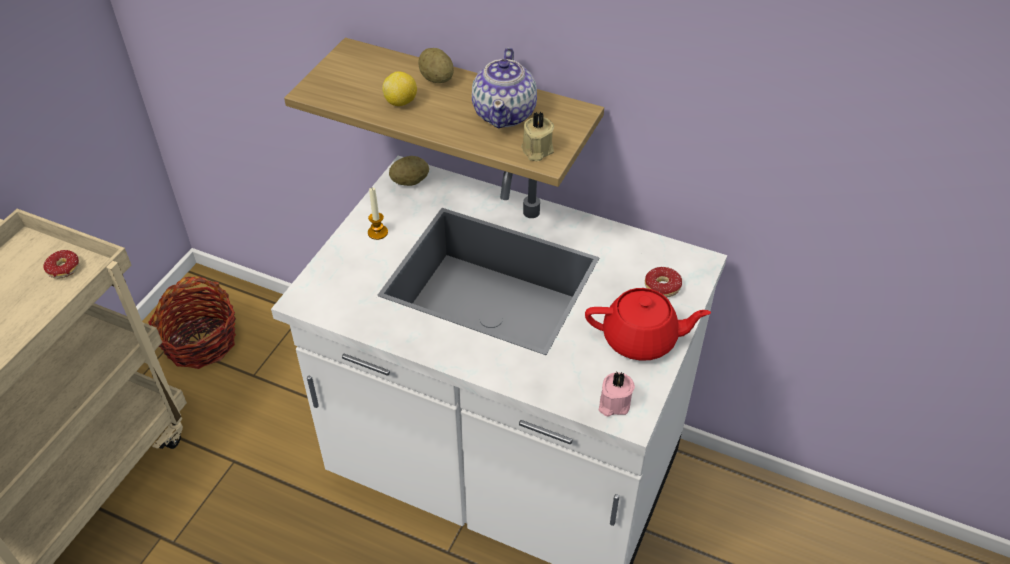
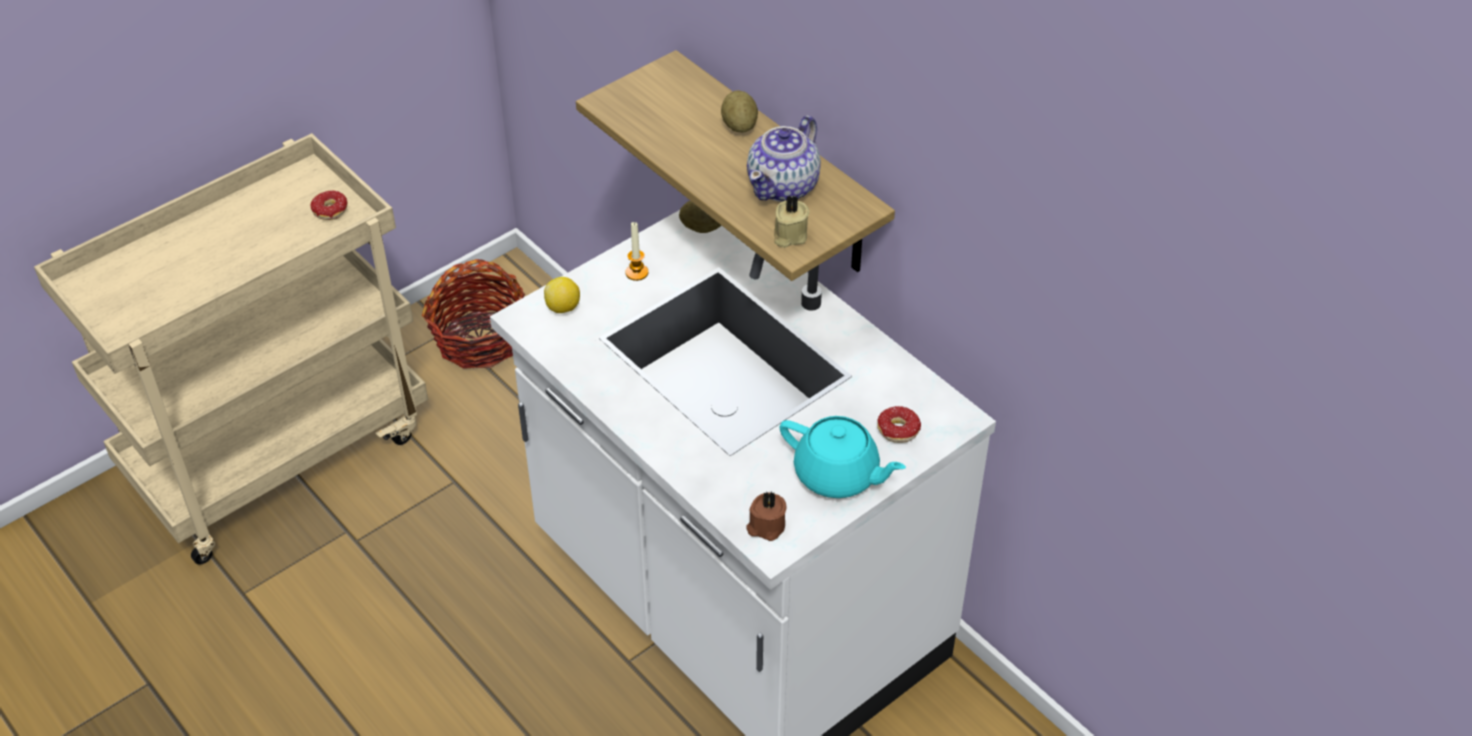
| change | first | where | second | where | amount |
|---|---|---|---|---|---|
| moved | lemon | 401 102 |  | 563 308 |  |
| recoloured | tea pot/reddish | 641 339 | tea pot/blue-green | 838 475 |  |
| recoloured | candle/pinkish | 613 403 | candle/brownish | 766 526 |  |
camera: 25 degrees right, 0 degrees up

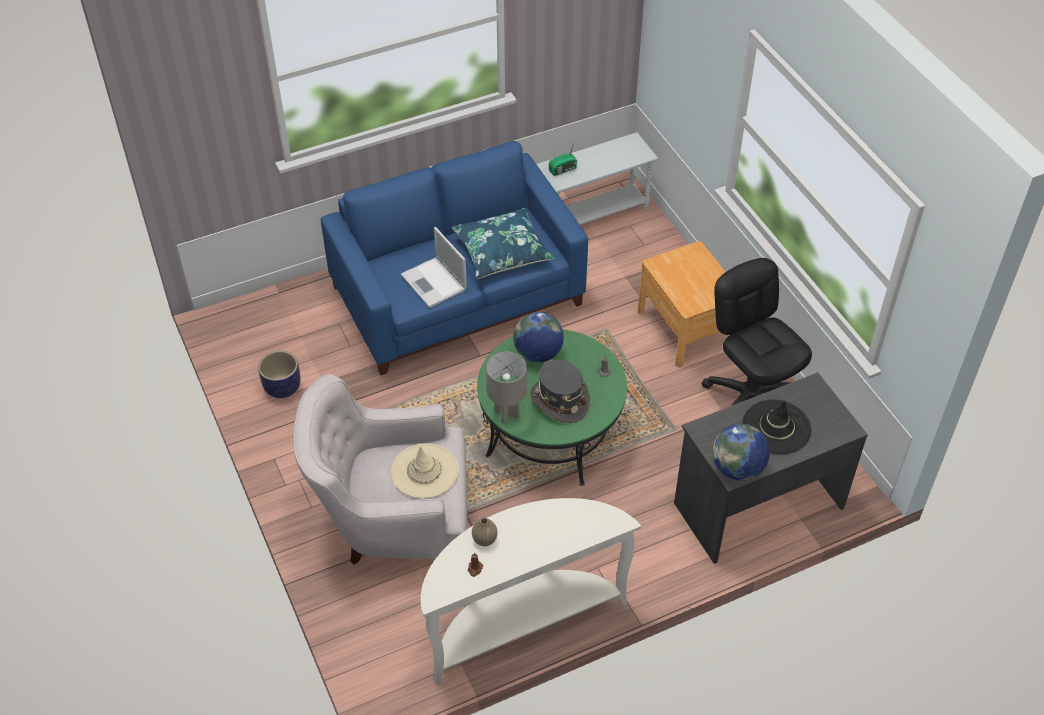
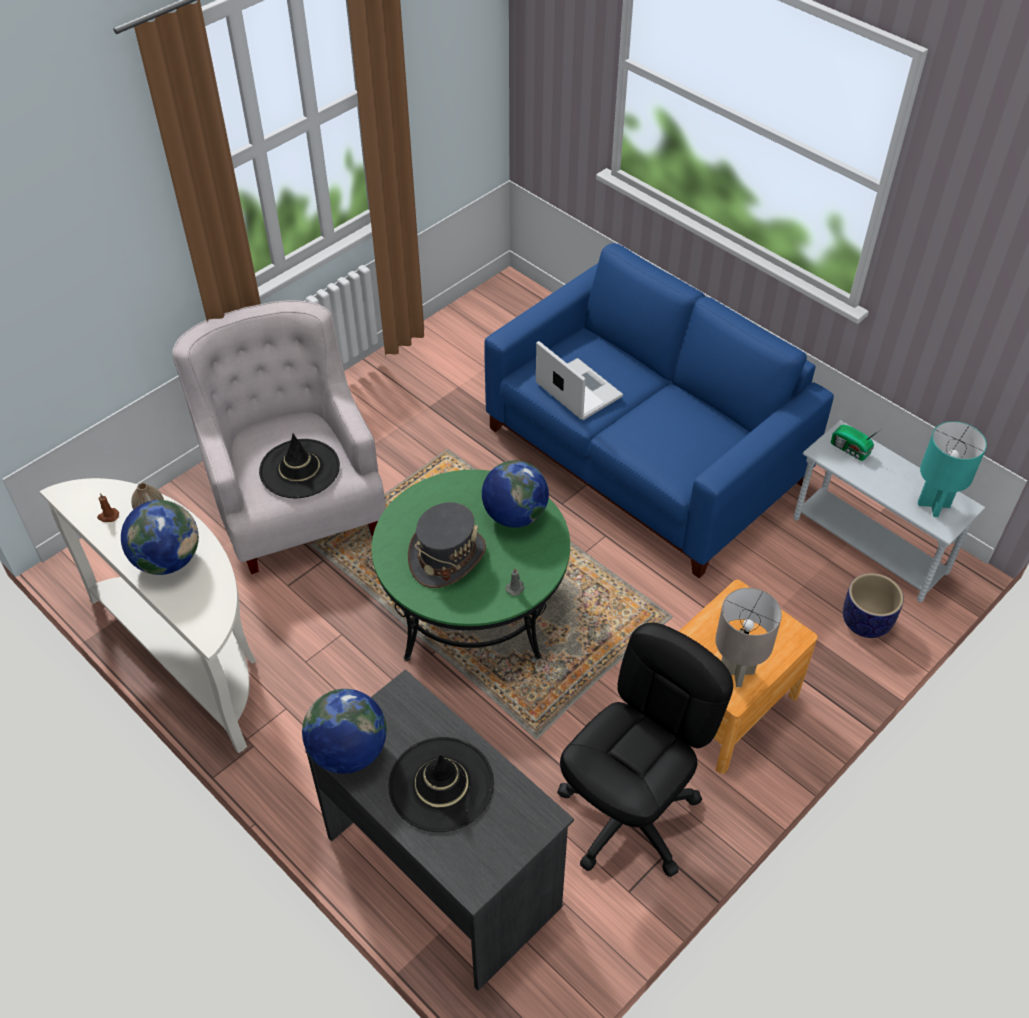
| change | first | where | second | where | amount |
|---|---|---|---|---|---|
| removed | cushion/blue-coloured | 502 251 |  |  |  |
| added |  |  | globe | 167 560 |  |
| added |  |  | lamp for a table/blue-green | 934 504 |  |
| moved | planter | 282 387 |  | 865 622 |  |
| moved | lamp for a table/grey | 506 414 |  | 737 671 |  |
| recoloured | hat/beige-coloured | 424 471 | hat/black | 299 469 |  |
| turned | portable computer | 434 283 |  | 577 389 | 105 degrees clockwise |
camera: 70 degrees right, 0 degrees up

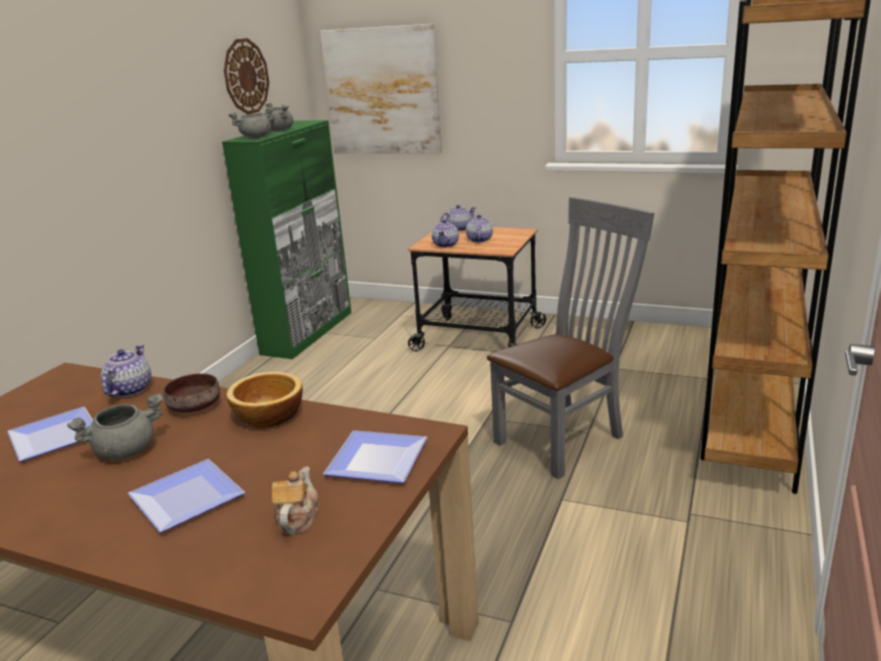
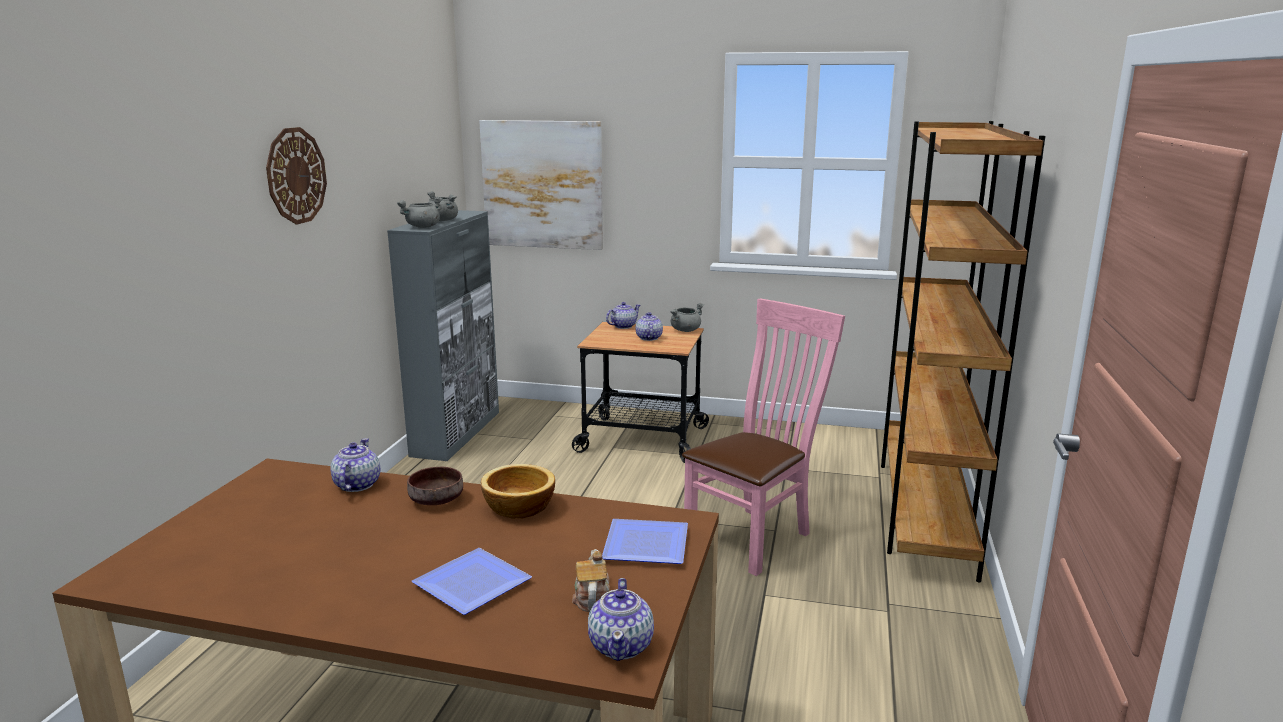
| change | first | where | second | where | amount |
|---|---|---|---|---|---|
| removed | plate | 53 439 |  |  |  |
| moved | saucepot/grey | 126 450 |  | 685 330 |  |
| moved | clock on the wall | 246 76 |  | 296 176 |  |
| moved | tea pot | 446 245 |  | 621 645 |  |
| recoloured | cupboard/green-coloured | 308 332 | cupboard/grey | 457 433 |  |
| recoloured | upright chair/grey | 566 438 | upright chair/pinkish | 754 536 |  |
camera: 10 degrees left, 5 degrees down

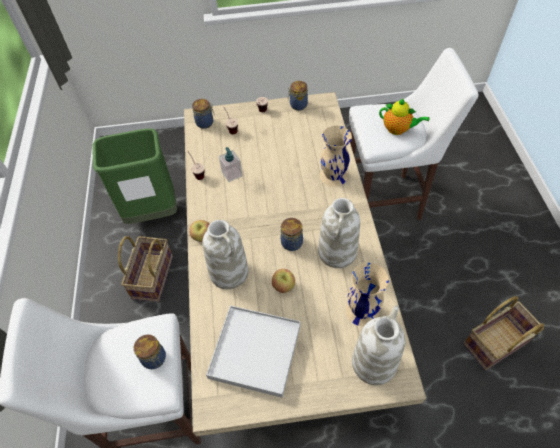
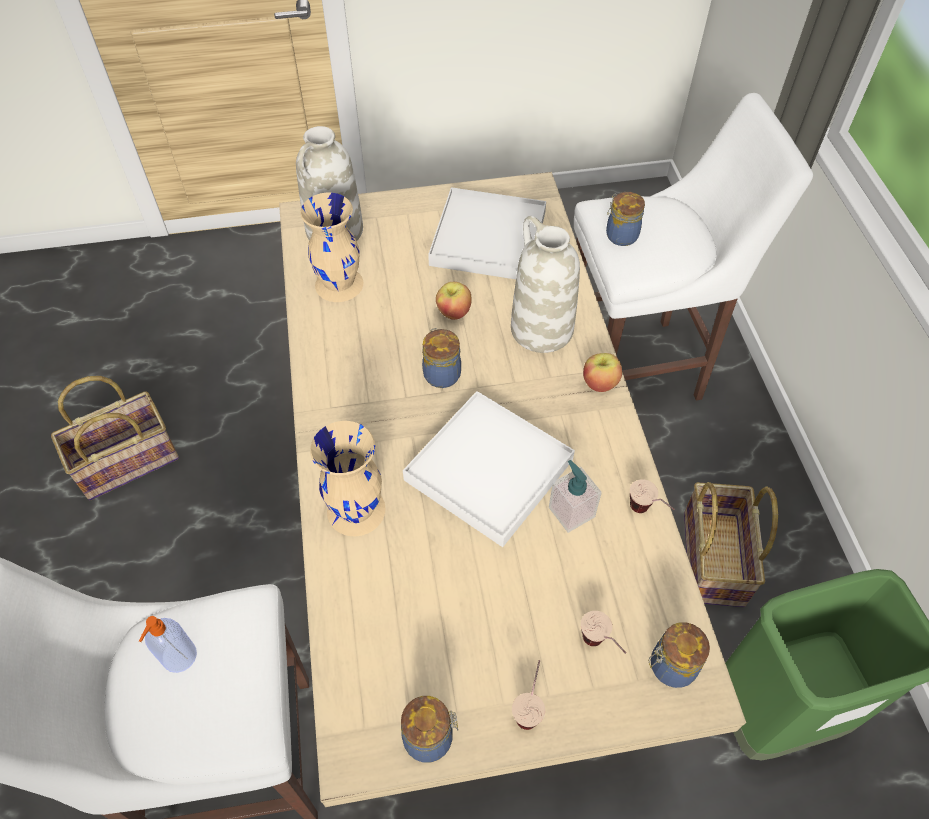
| change | first | where | second | where | amount |
|---|---|---|---|---|---|
| removed | flower vase/white | 337 252 |  |  |  |
| added |  |  | serving tray/white | 489 470 |  |
| replaced | tea pot | 398 129 | liquid soap bottle | 179 657 |  |
camera: 175 degrees right, 0 degrees up

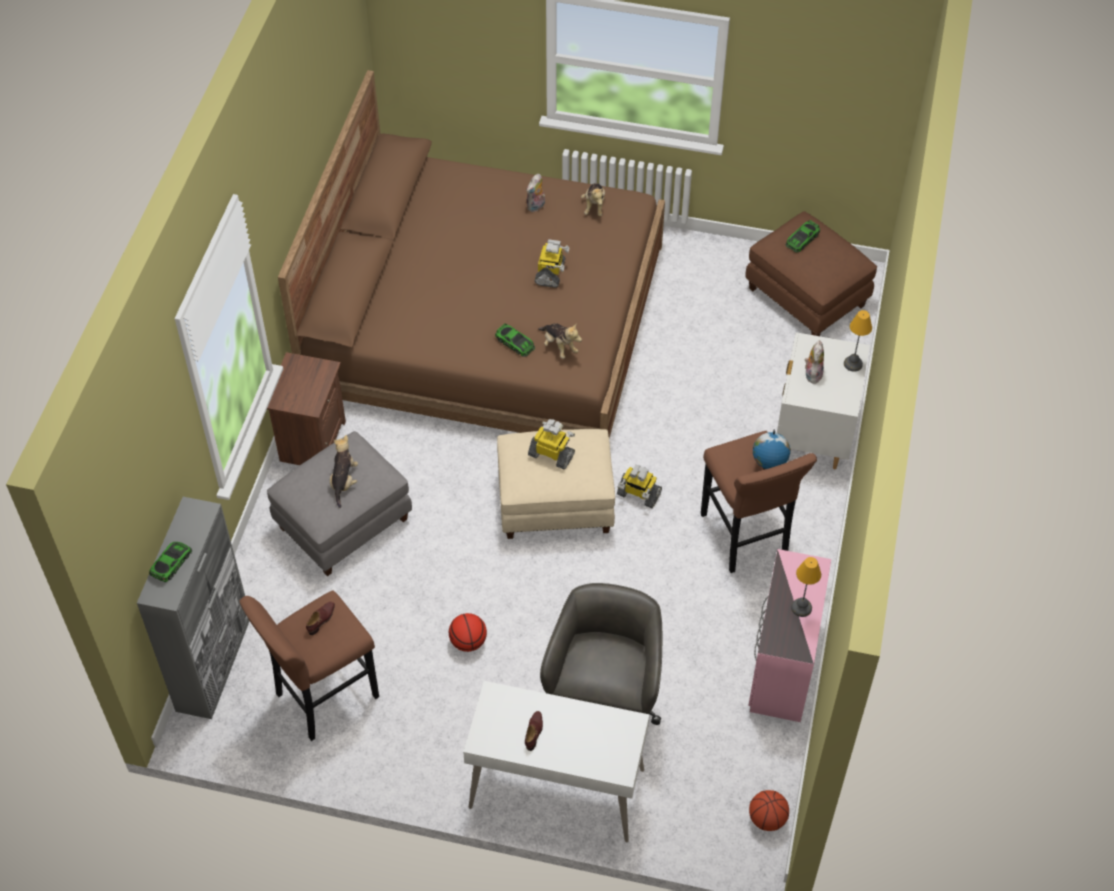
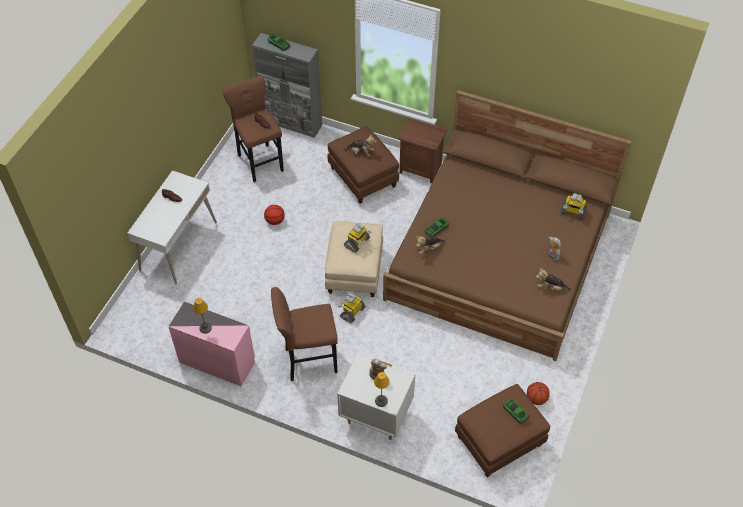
| change | first | where | second | where | amount |
|---|---|---|---|---|---|
| removed | office chair/grey | 604 701 |  |  |  |
| removed | globe | 768 467 |  |  |  |
| moved | toy robot | 551 273 |  | 572 212 |  |
| moved | basketball ball | 767 819 |  | 536 399 |  |
| recoloured | ottoman/grey | 343 522 | ottoman/brownish | 363 177 |  |
camera: 100 degrees right, 0 degrees up

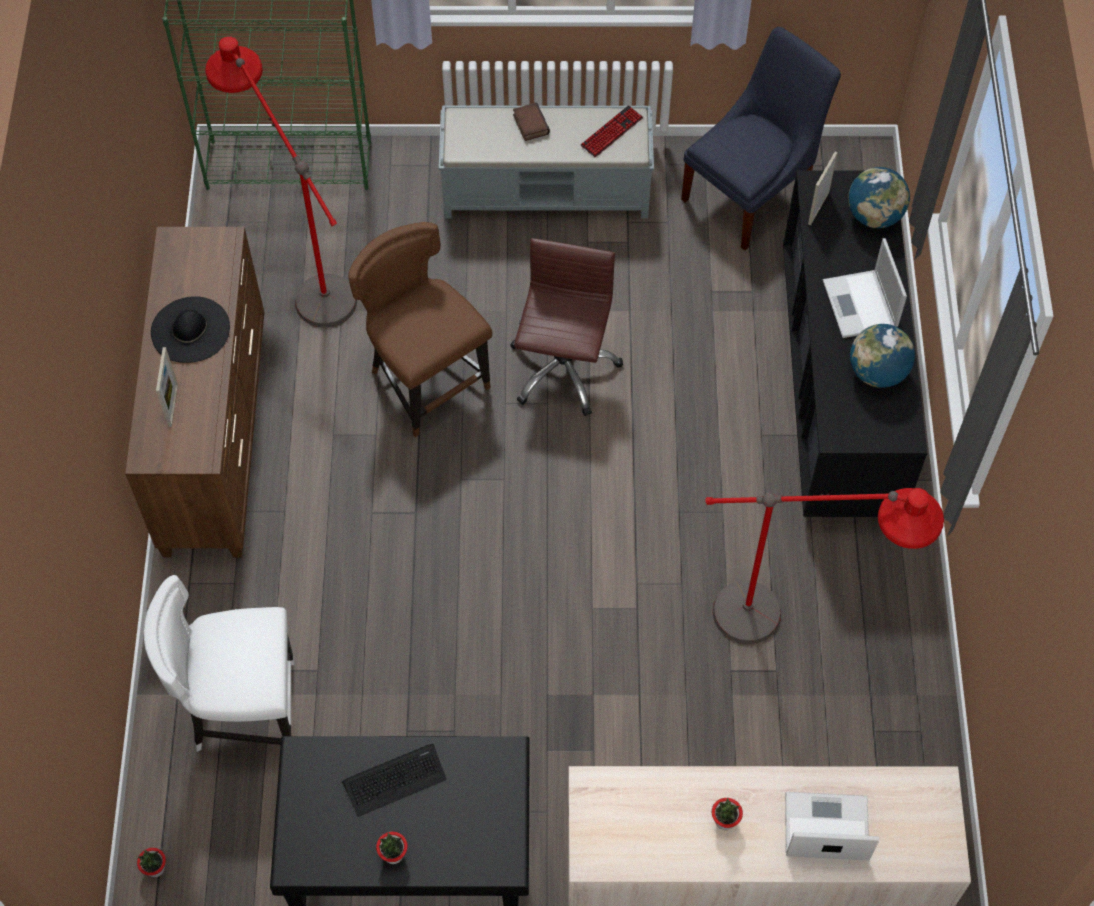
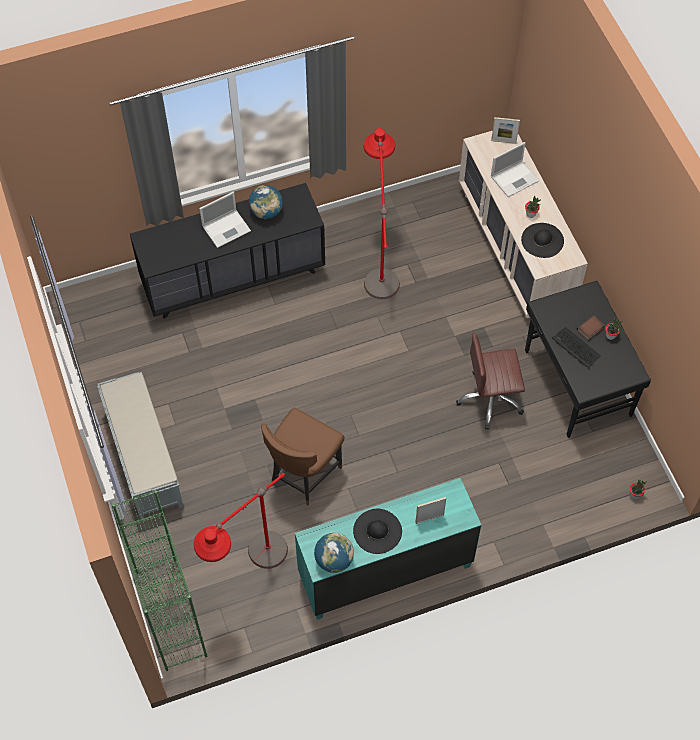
| change | first | where | second | where | amount |
|---|---|---|---|---|---|
| removed | upright chair/white | 243 710 |  |  |  |
| removed | PC keyboard | 611 132 |  |  |  |
| removed | upright chair/blue-coloured | 752 194 |  |  |  |
| added |  |  | hat/black | 542 240 |  |
| moved | office chair/brownish | 562 369 |  | 490 399 |  |
| moved | bound book | 529 124 |  | 590 329 |  |
| moved | photo frame | 818 208 |  | 503 141 |  |
| moved | globe | 874 216 |  | 334 560 |  |
| recoloured | chest of drawers/brownish | 216 439 | chest of drawers/blue-green | 384 571 |  |
| turned | portable computer | 824 827 |  | 515 178 | 105 degrees counterclockwise |
camera: 110 degrees left, 0 degrees up

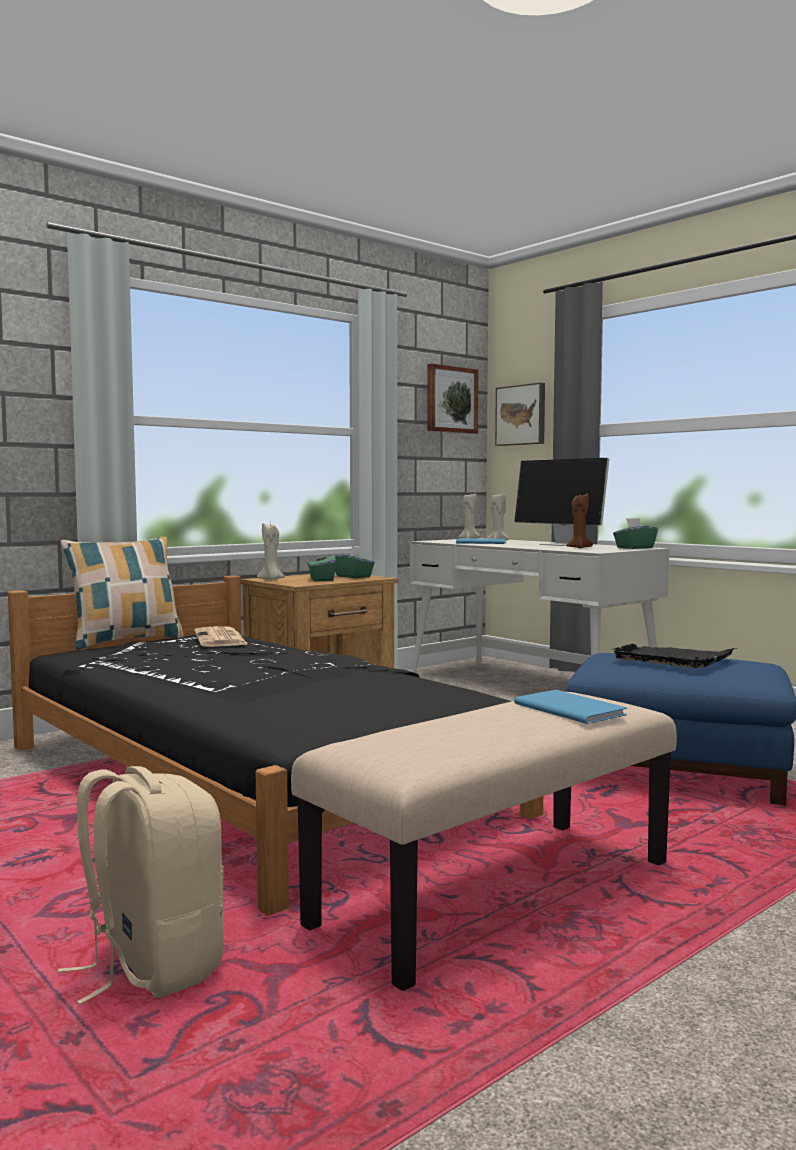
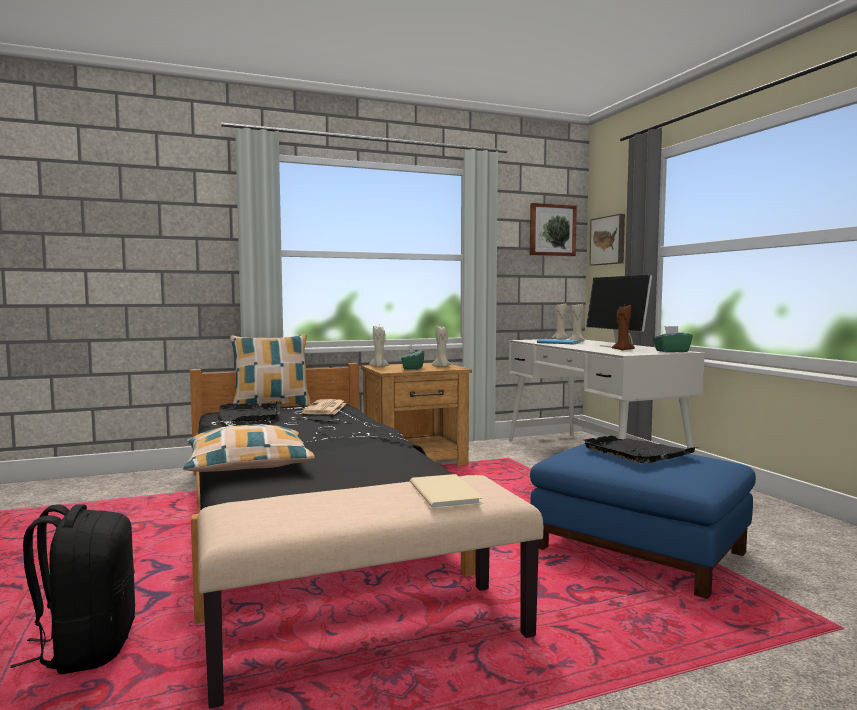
| change | first | where | second | where | amount |
|---|---|---|---|---|---|
| added |  |  | cushion | 248 465 |  |
| added |  |  | serving tray/black | 250 415 |  |
| replaced | tissue box/green-coloured | 353 576 | candle/beige-coloured | 441 366 |  |
| recoloured | rucksack/beige-coloured | 151 966 | rucksack/black | 86 648 |  |
| recoloured | bound book/blue-coloured | 569 708 | bound book/beige-coloured | 446 492 |  |
camera: 20 degrees right, 0 degrees up

